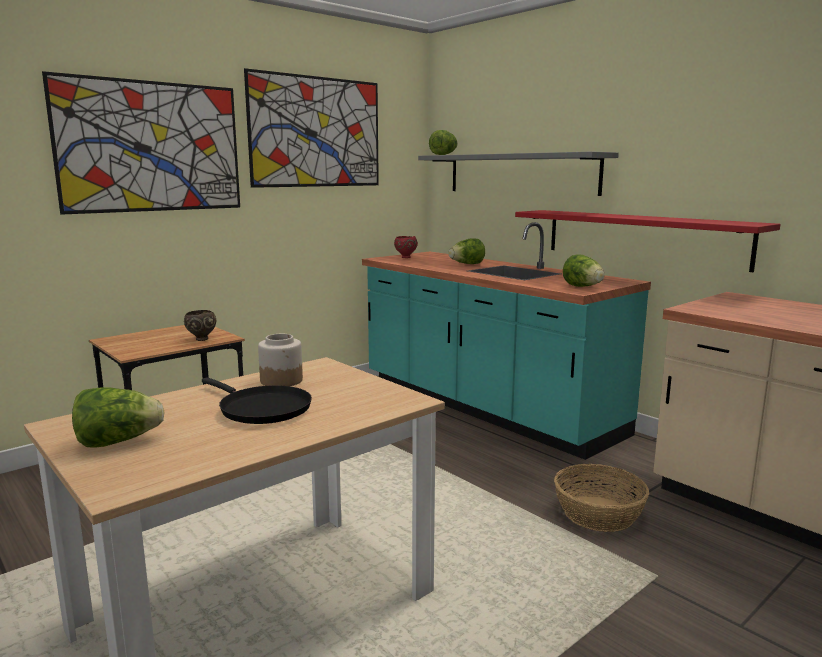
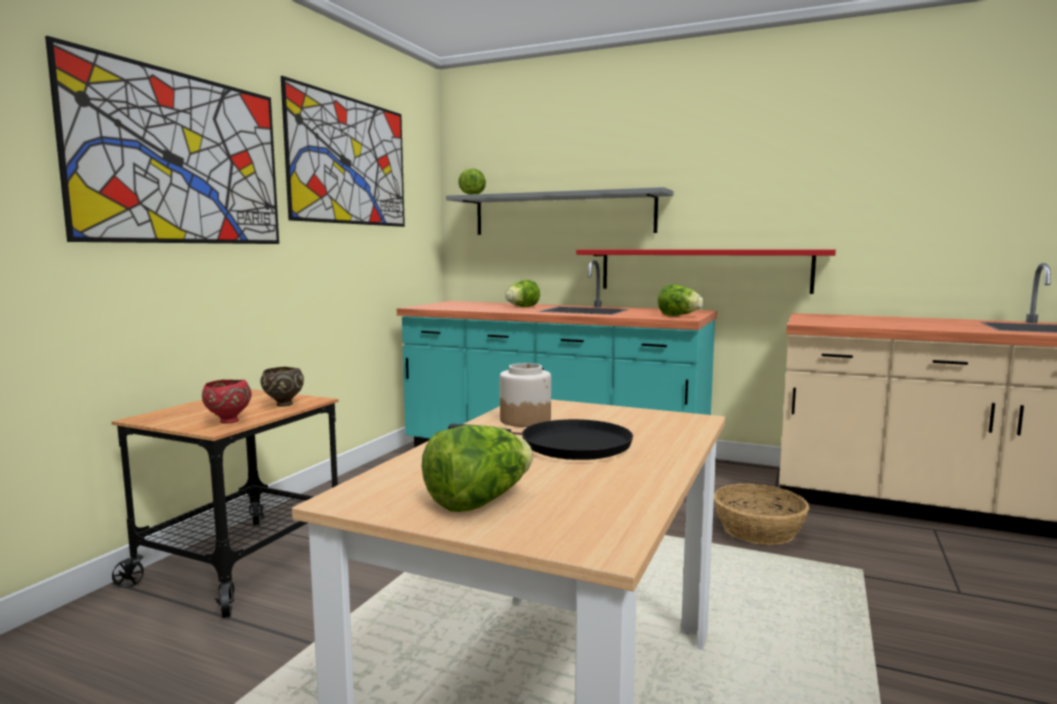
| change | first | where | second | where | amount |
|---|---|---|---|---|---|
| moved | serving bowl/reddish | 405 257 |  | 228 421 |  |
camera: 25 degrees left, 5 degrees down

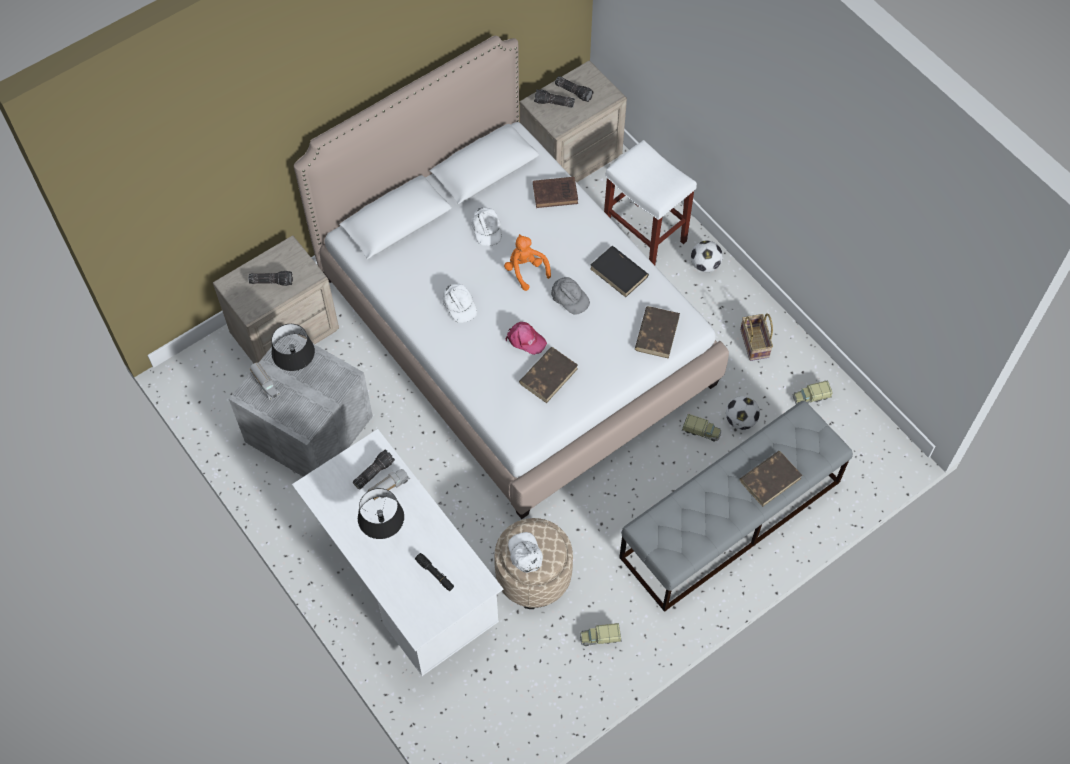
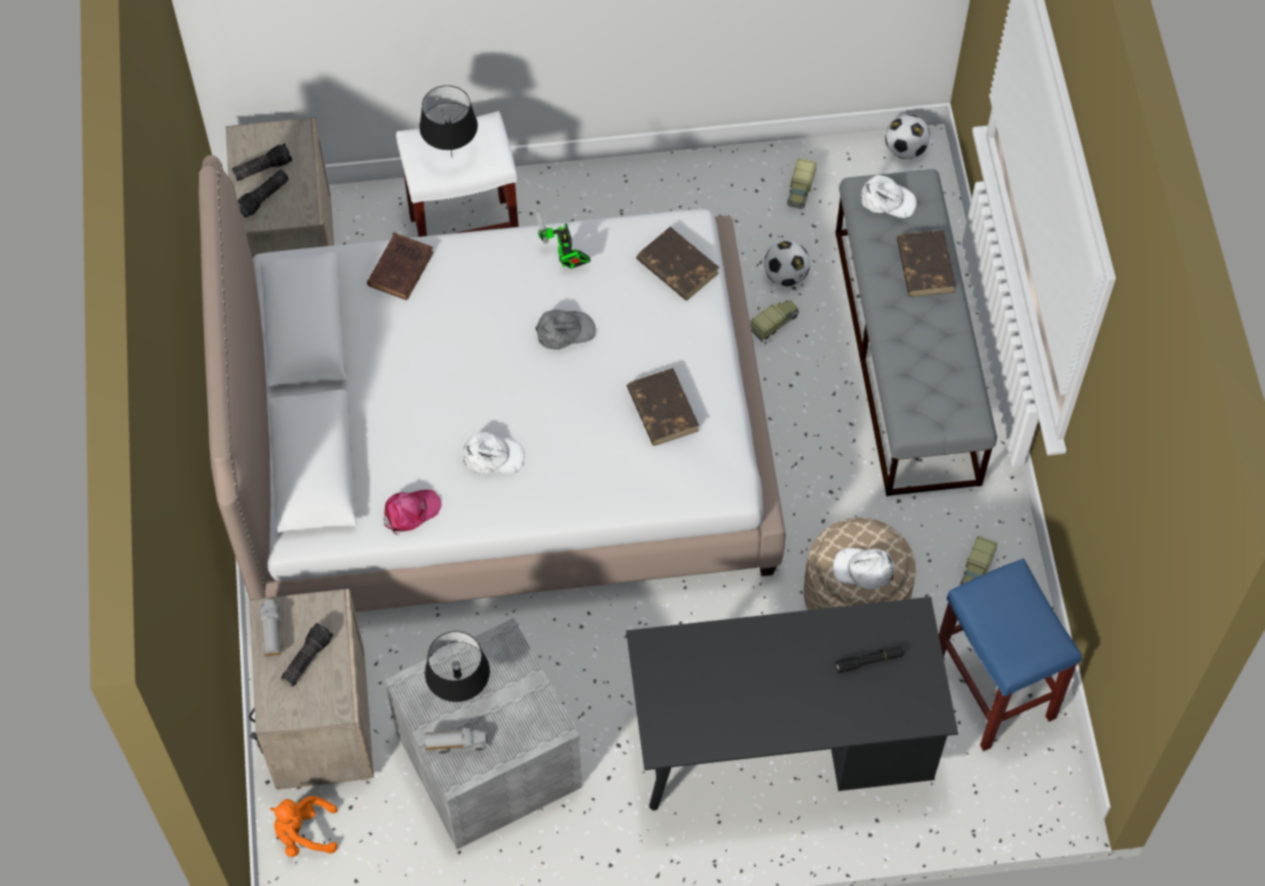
| change | first | where | second | where | amount |
|---|---|---|---|---|---|
| removed | hand torch | 373 472 |  |  |  |
| removed | basket | 755 344 |  |  |  |
| added |  |  | stool/blue-coloured | 994 690 |  |
| moved | lamp for a table/black | 385 534 |  | 452 156 |  |
| moved | toy lorry | 389 487 |  | 271 633 |  |
| moved | baseball cap/white | 486 229 |  | 888 201 |  |
| moved | cuddly toy/orange | 525 270 |  | 304 833 |  |
| moved | baseball cap/pinkish | 525 340 |  | 410 512 |  |
| moved | football ball | 705 265 |  | 905 149 |  |
| replaced | bound book/black | 619 273 | toy robot | 565 261 |  |
| recoloured | desk unit/white | 404 583 | desk unit/black | 780 750 |  |
camera: 60 degrees left, 0 degrees up

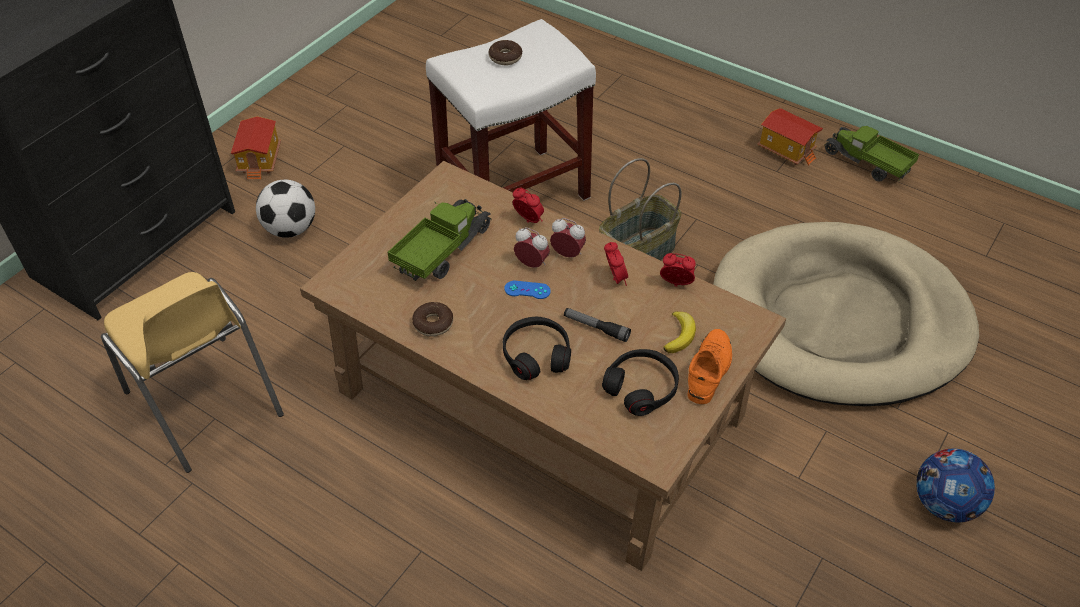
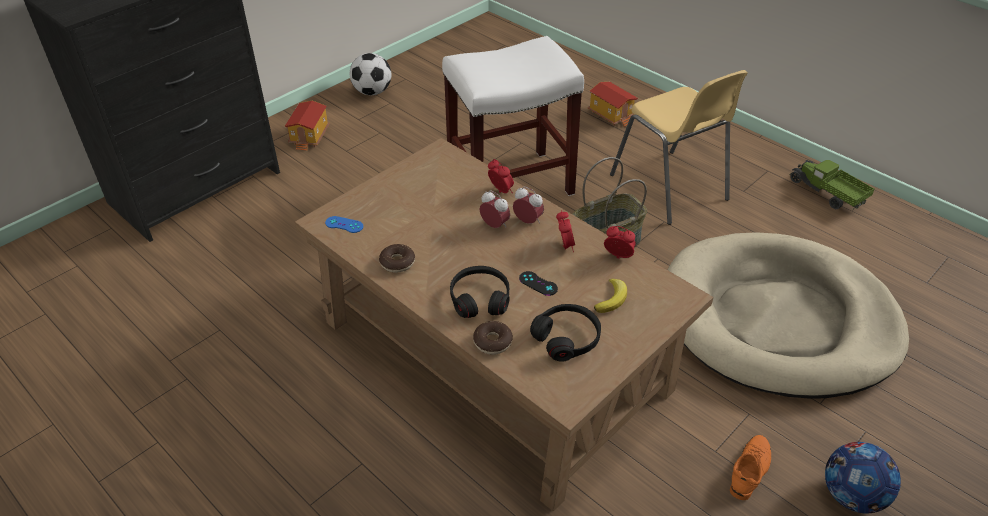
| change | first | where | second | where | amount |
|---|---|---|---|---|---|
| removed | toy lorry | 442 251 |  |  |  |
| moved | upright chair/yellowish | 205 404 |  | 669 188 |  |
| moved | football ball | 290 229 |  | 372 92 |  |
| moved | donut | 505 57 |  | 492 342 |  |
| moved | gamepad/blue-coloured | 527 290 |  | 344 224 |  |
| moved | shoe/orange | 709 370 |  | 750 470 |  |
| moved | model house | 786 150 |  | 611 115 |  |
| replaced | hand torch | 596 328 | gamepad/black | 538 283 |  |
camera: 10 degrees right, 5 degrees down

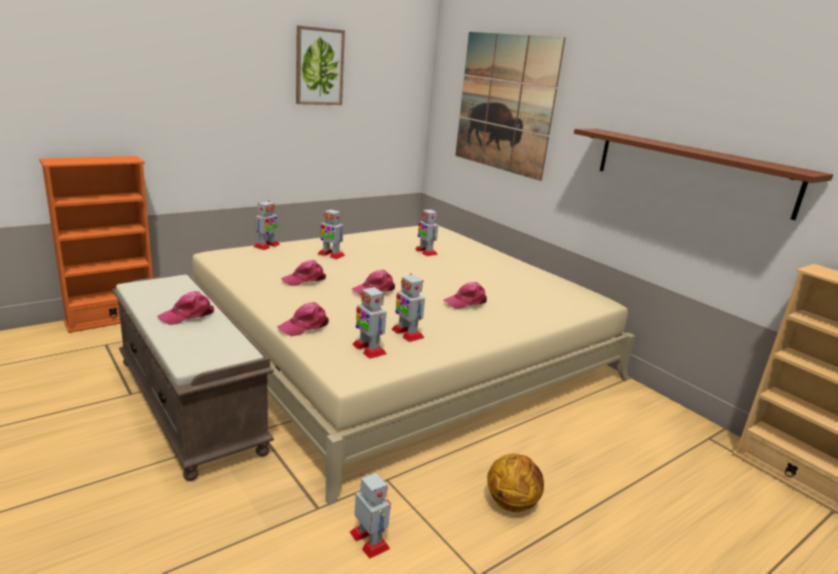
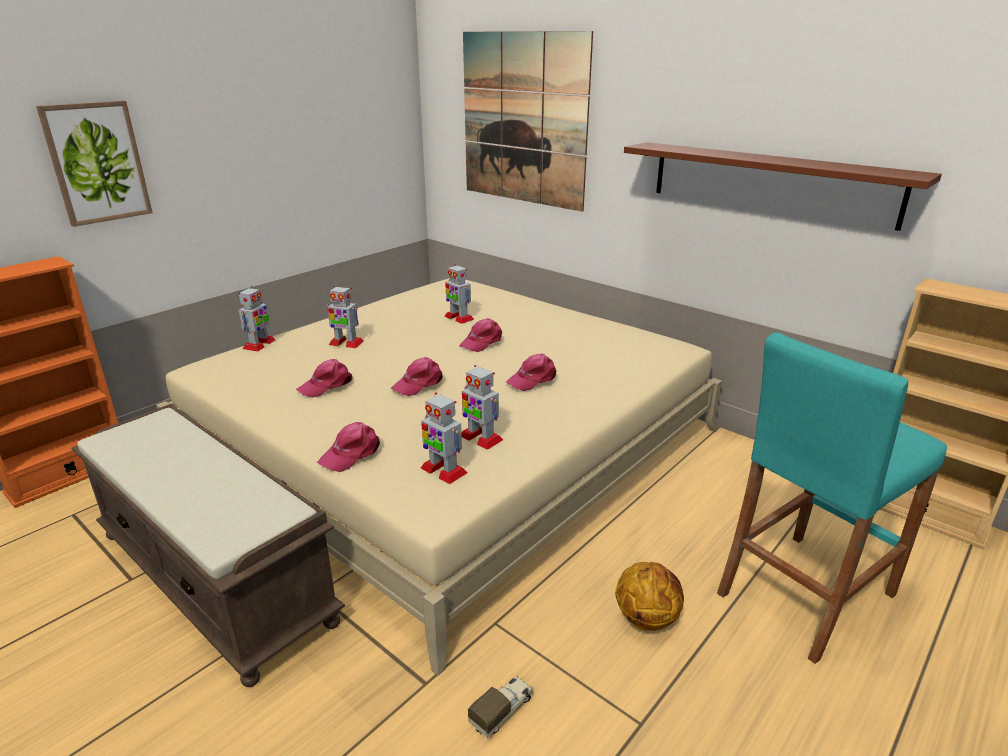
| change | first | where | second | where | amount |
|---|---|---|---|---|---|
| added |  |  | stool/blue-green | 804 593 |  |
| moved | baseball cap/pinkish | 188 315 |  | 482 342 |  |
| moved | picture | 319 66 |  | 97 163 |  |
| replaced | toy robot | 370 540 | toy lorry | 502 711 |  |
camera: 10 degrees left, 5 degrees up

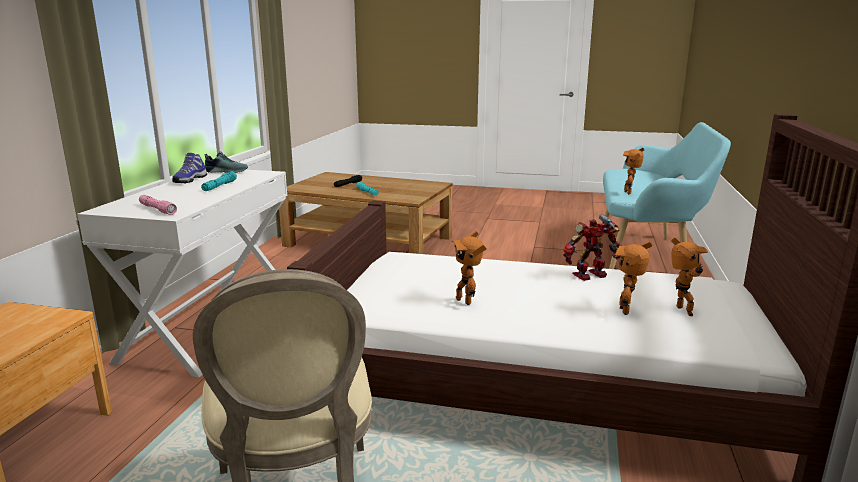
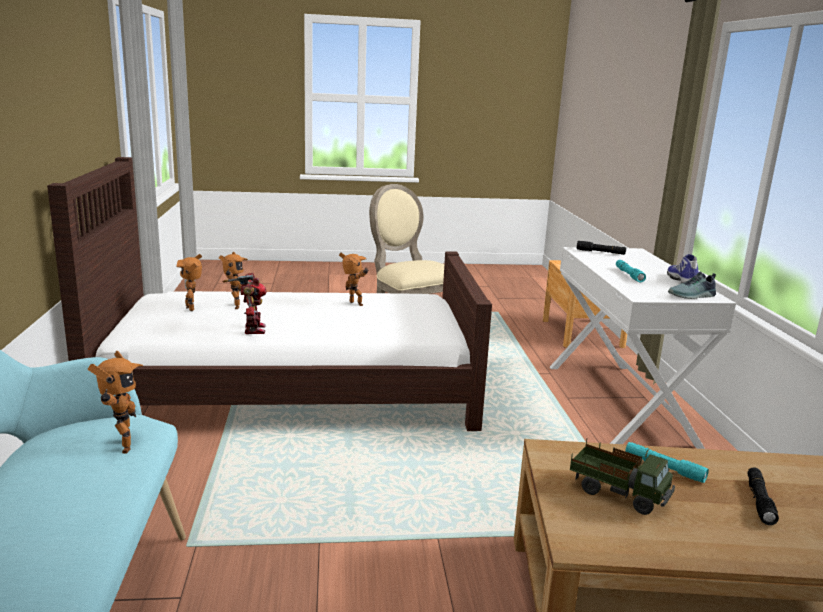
| change | first | where | second | where | amount |
|---|---|---|---|---|---|
| added |  |  | toy lorry | 618 493 |  |
| recoloured | hand torch/pinkish | 157 209 | hand torch/black | 600 252 |  |
| turned | toy robot | 591 276 |  | 252 329 | 60 degrees counterclockwise |
camera: 160 degrees right, 0 degrees up

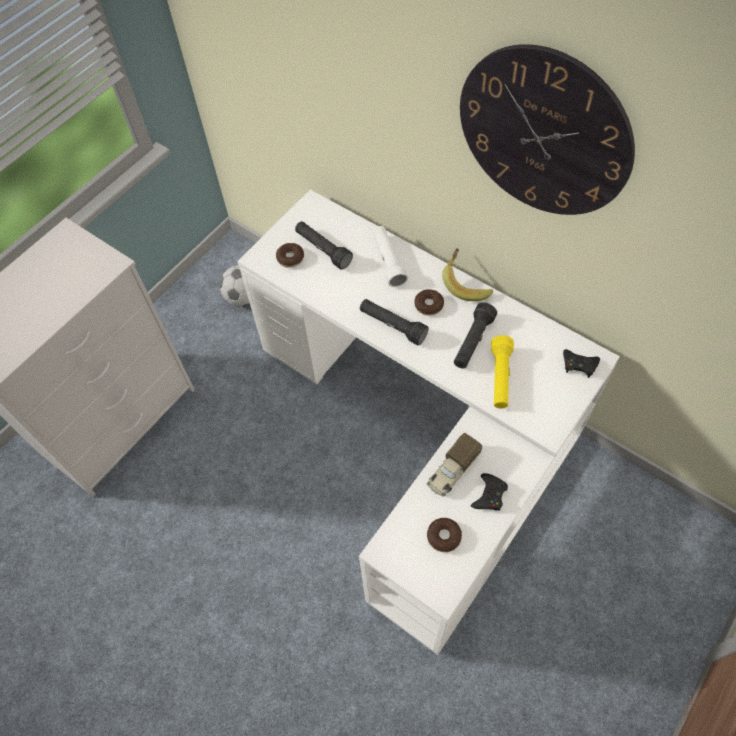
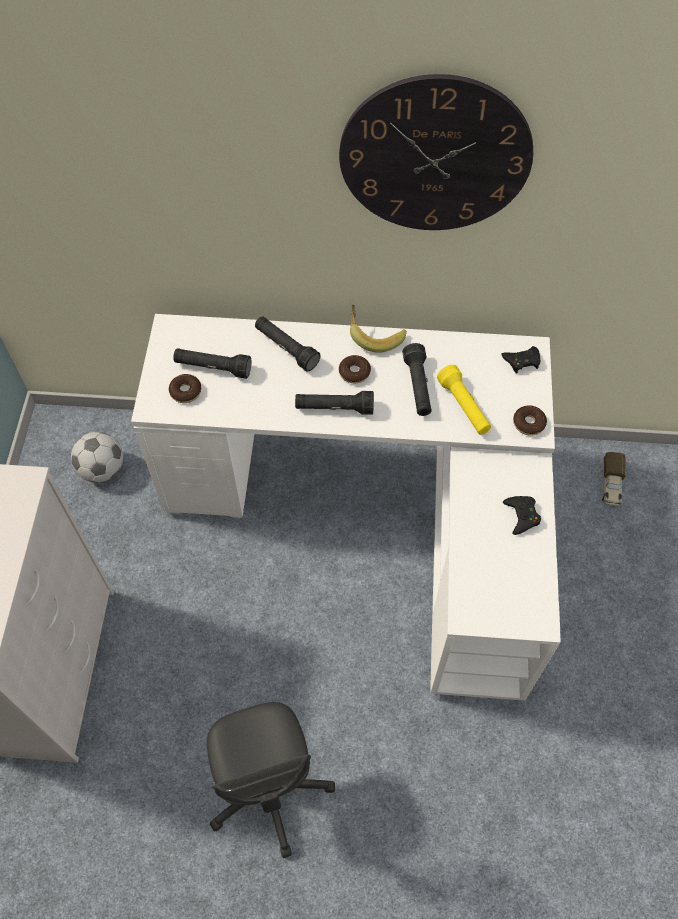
| change | first | where | second | where | amount |
|---|---|---|---|---|---|
| added |  |  | office chair/grey | 269 790 |  |
| moved | toy lorry | 452 471 |  | 610 485 |  |
| moved | donut | 444 536 |  | 528 423 |  |
| recoloured | hand torch/white | 388 261 | hand torch/black | 286 348 |  |
camera: 35 degrees left, 0 degrees up

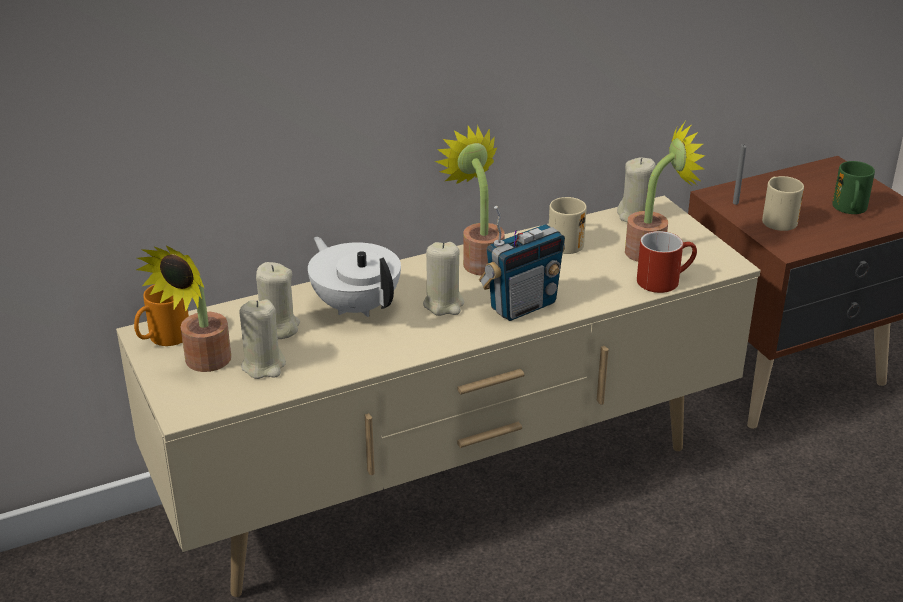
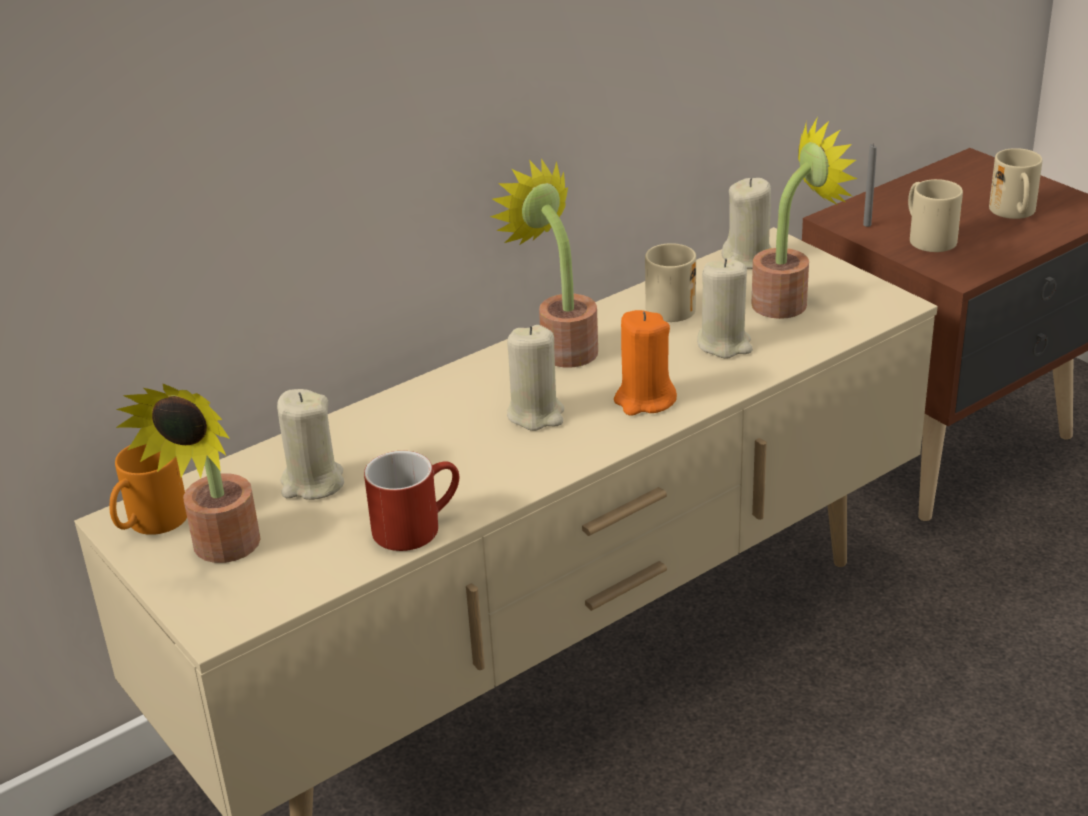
| change | first | where | second | where | amount |
|---|---|---|---|---|---|
| removed | tea pot/white | 356 306 |  |  |  |
| moved | candle/beige-coloured | 264 365 |  | 724 344 |  |
| moved | tea mug/reddish | 664 279 |  | 417 525 |  |
| replaced | radio set | 522 306 | candle/orange | 644 400 |  |
| recoloured | tea mug/green-coloured | 850 209 | tea mug/beige-coloured | 1015 213 |  |
camera: 10 degrees left, 0 degrees up

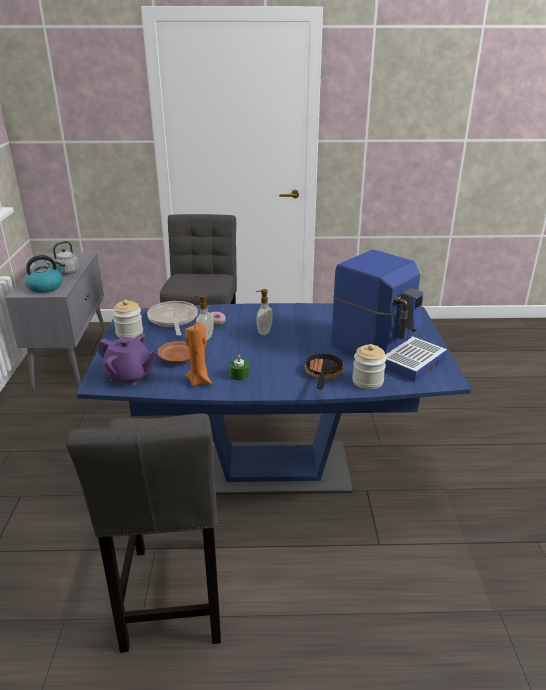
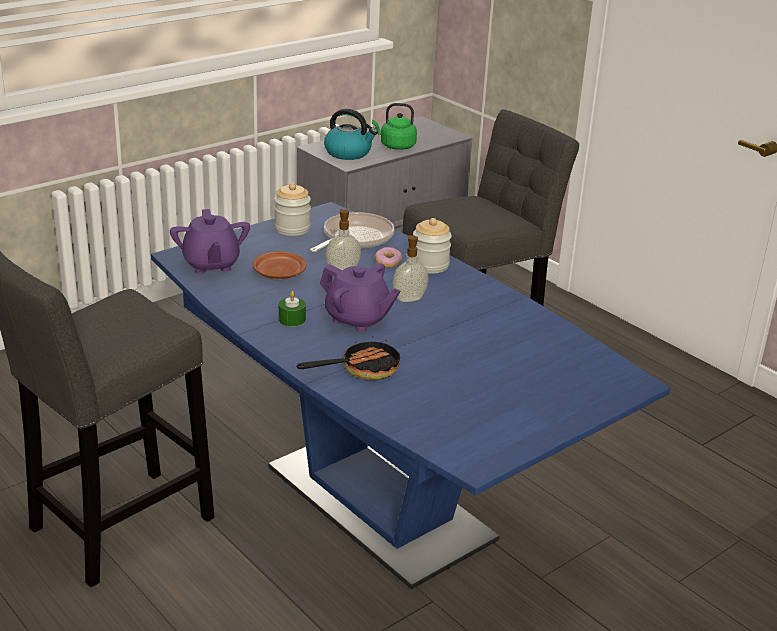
| change | first | where | second | where | amount |
|---|---|---|---|---|---|
| removed | candle/orange | 199 381 |  |  |  |
| removed | coffee maker | 386 351 |  |  |  |
| added |  |  | tea pot/purple | 357 319 |  |
| moved | preserve jar | 367 381 |  | 430 265 |  |
| recoloured | tea kettle/grey | 65 272 | tea kettle/green-coloured | 395 146 |  |
camera: 50 degrees right, 0 degrees up

